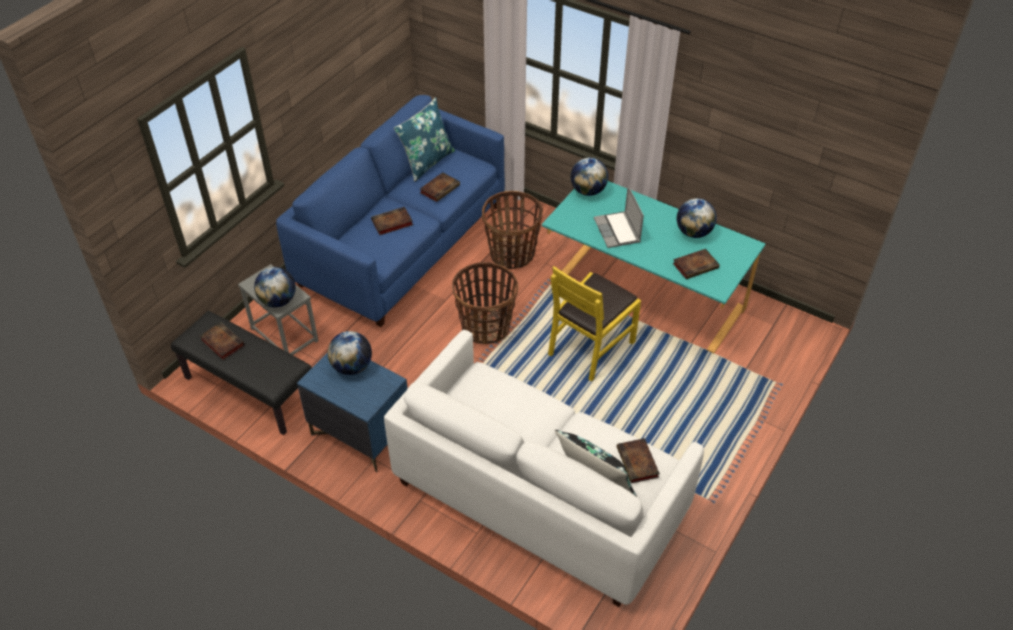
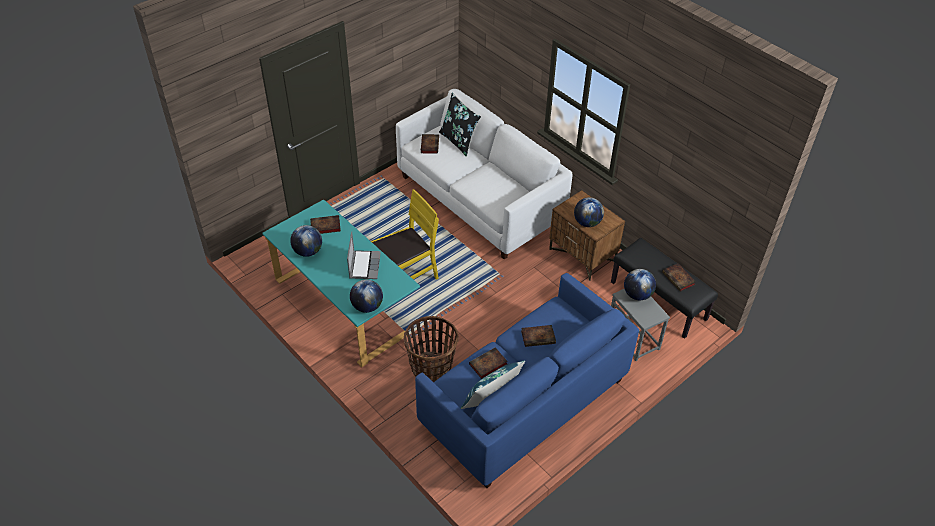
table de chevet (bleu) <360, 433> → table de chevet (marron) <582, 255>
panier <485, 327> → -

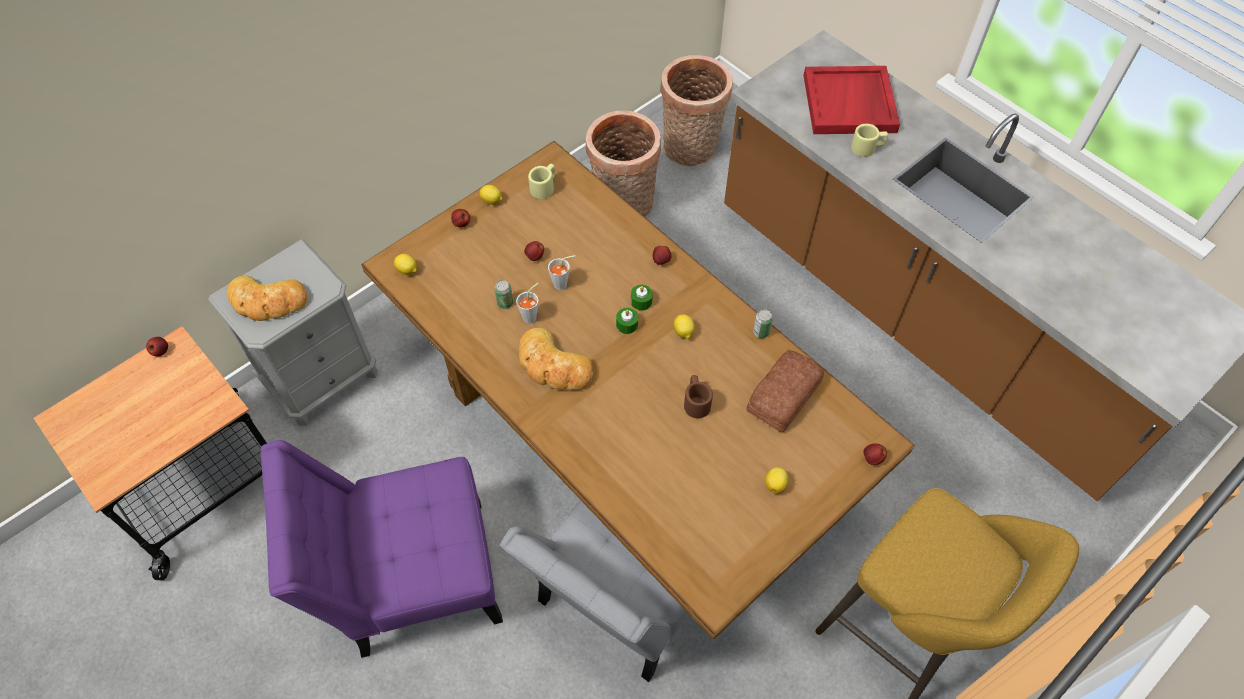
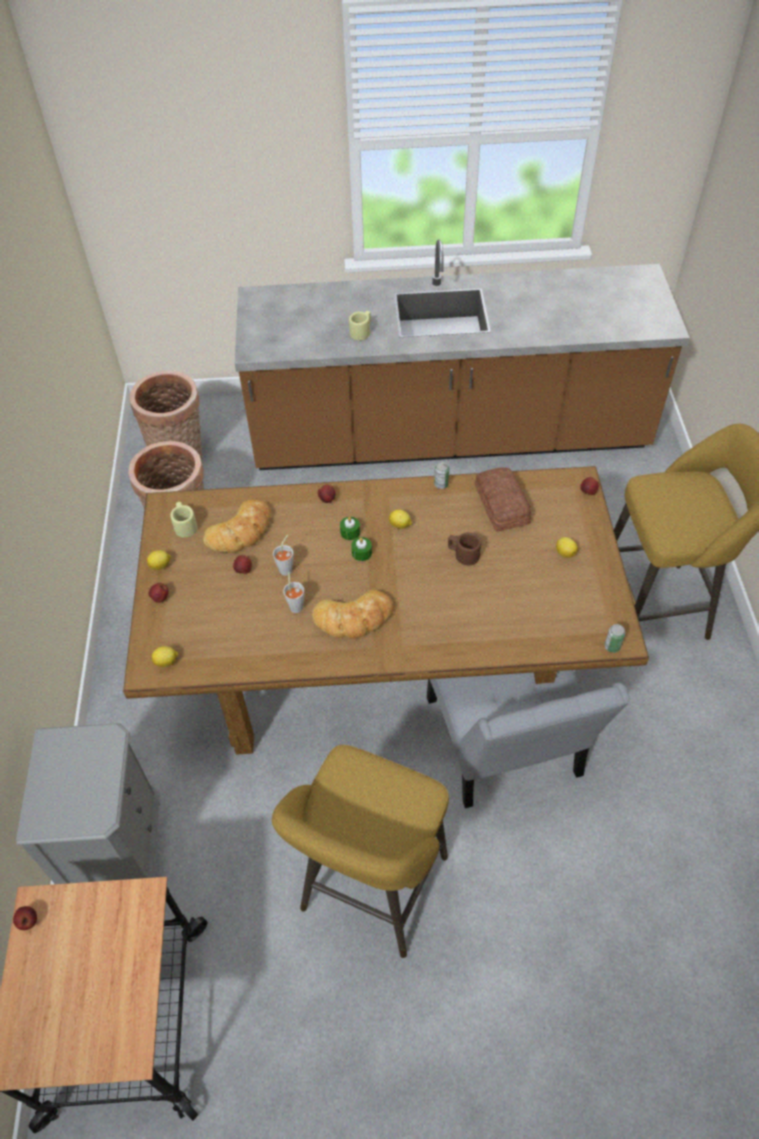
pain <268, 302> → pain <241, 532>, moved
chaise (violet) <411, 577> → tabouret (jaune) <370, 891>
boîte métallique <505, 303> → boîte métallique <612, 646>, moved
plateau (rouge) <850, 104> → -

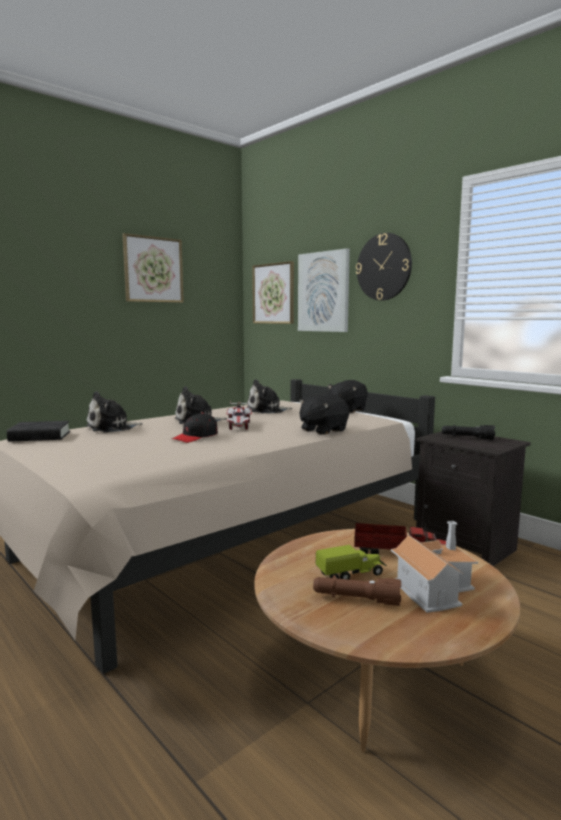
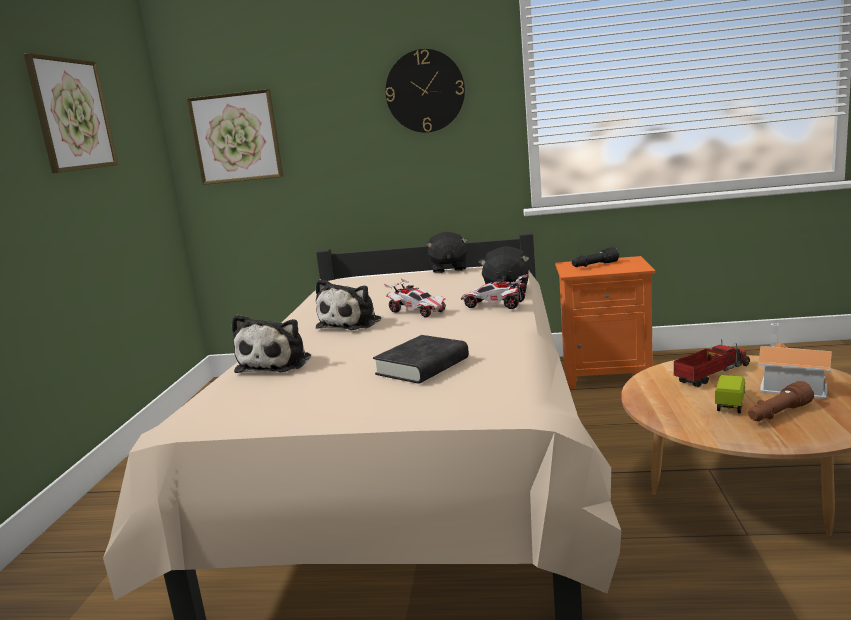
livre (noir) <40, 436> → livre (noir) <422, 366>, moved
casquette (noir) <195, 437> → -
peluche <267, 410> → -
tableau <323, 292> → -
table de chevet (noir) <467, 546> → table de chevet (orange) <607, 374>
- → petite voiture <495, 305>

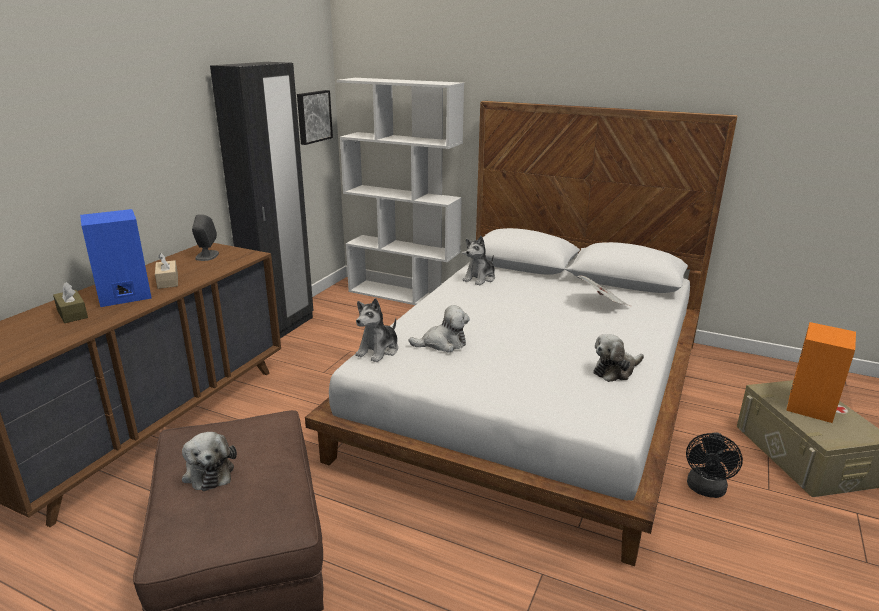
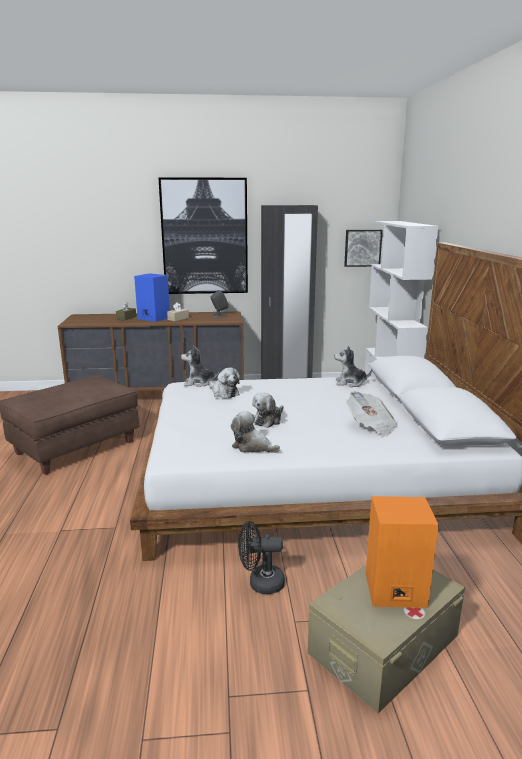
peluche <208, 471> → peluche <268, 420>, moved
- → tableau <204, 237>

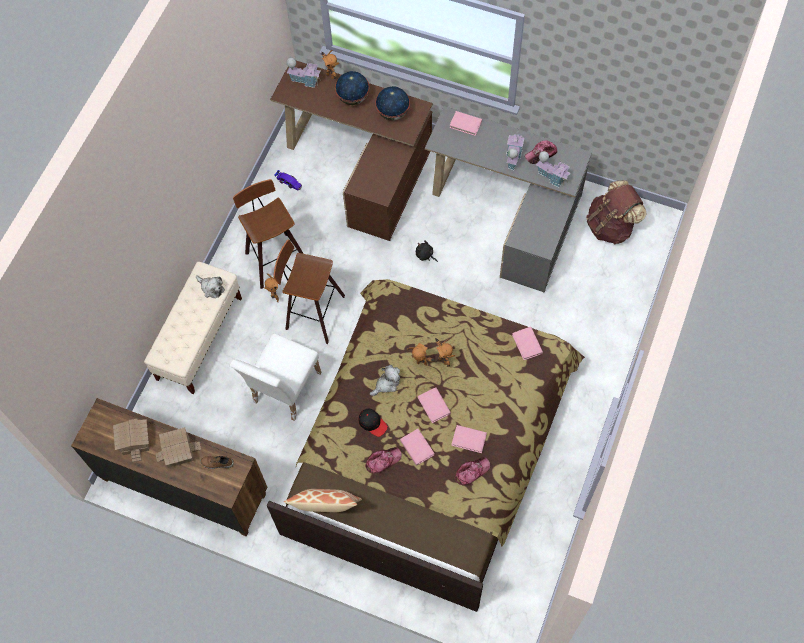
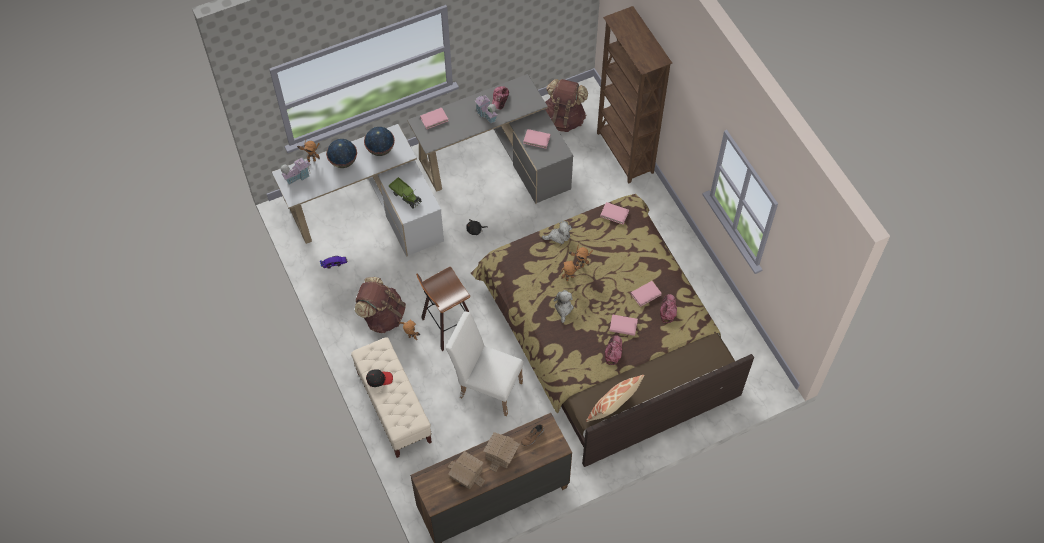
peluche <211, 288> → peluche <558, 236>, moved
chaise (blanc) <284, 392> → chaise (blanc) <486, 387>, 135 degrees clockwise
tabouret <275, 258> → sac à dos (marron) <382, 316>
bureau (marron) <363, 165> → bureau (blanc) <370, 211>
casquette (noir) <372, 423> → casquette (noir) <379, 379>, moved
livre (rose) <434, 405> → livre (rose) <536, 139>, moved
maison miniature <552, 176> → -
- → camion jouet <405, 196>
- → bibliothèque (marron) <624, 153>

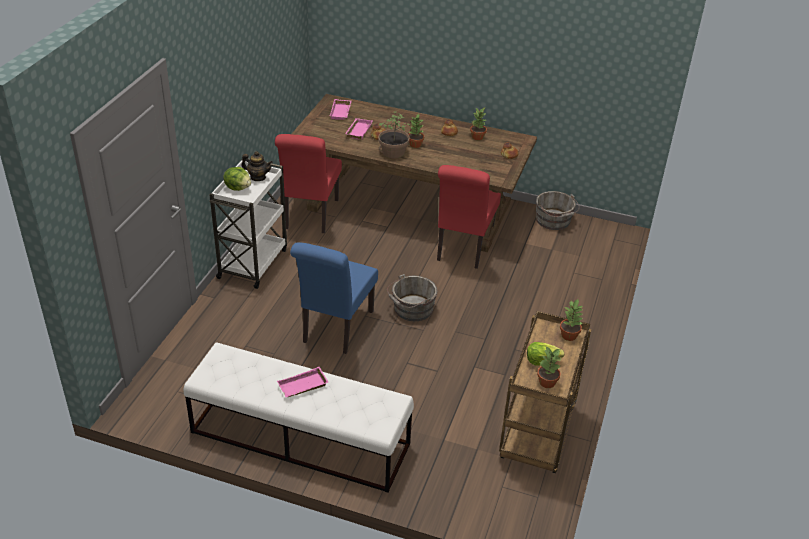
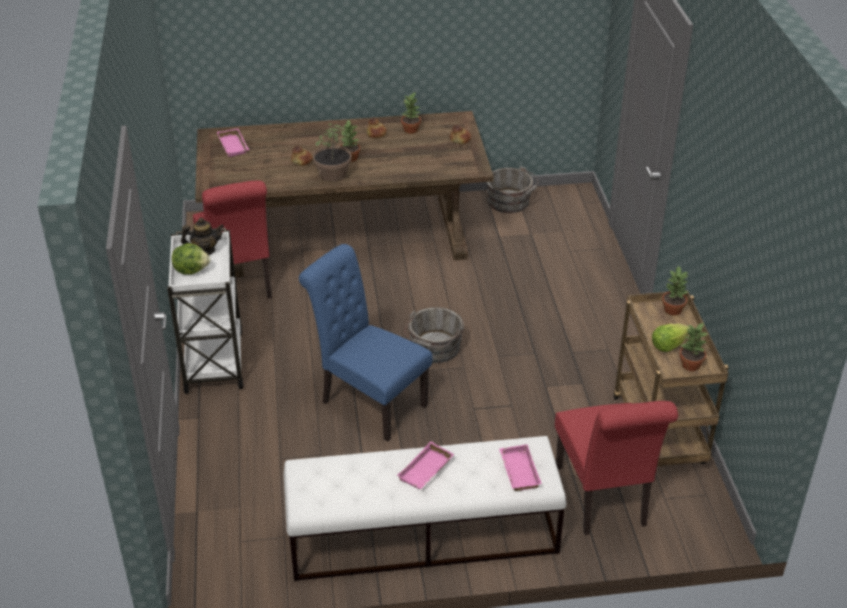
chaise (bleu) <335, 329> → chaise (bleu) <368, 401>, 135 degrees clockwise
plateau (rose) <358, 130> → plateau (rose) <517, 471>, moved
chaise (rouge) <463, 249> → chaise (rouge) <603, 500>, moved

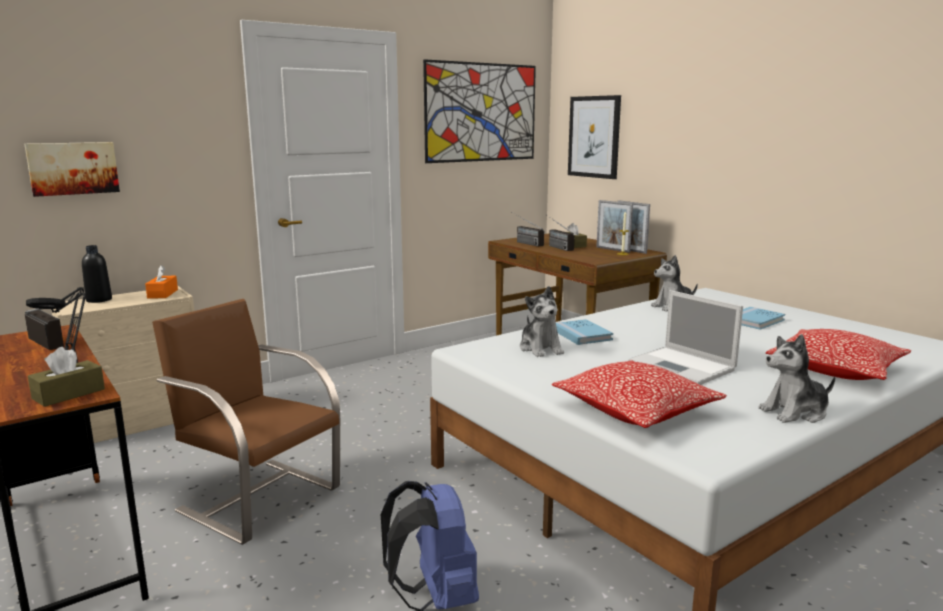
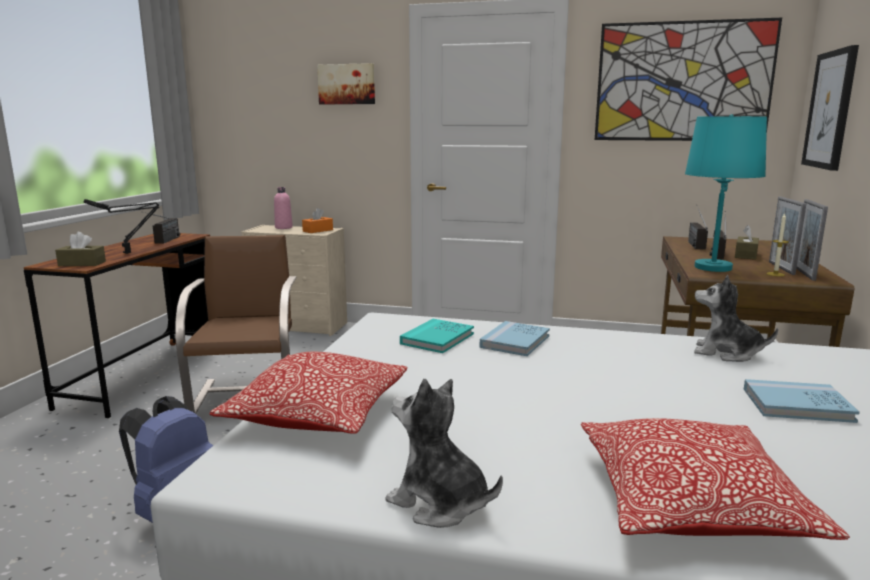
tableau <73, 168> → tableau <347, 84>, moved
bouteille (noir) <99, 300> → bouteille (rose) <283, 227>
peluche <540, 349> → livre (turquoise) <437, 339>
ordinateur portable <683, 366> → -
- → lampe de table (turquoise) <713, 267>

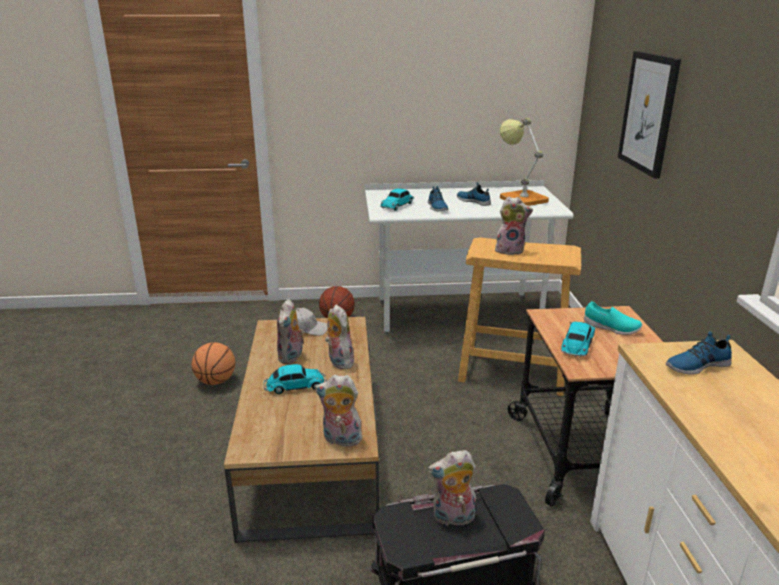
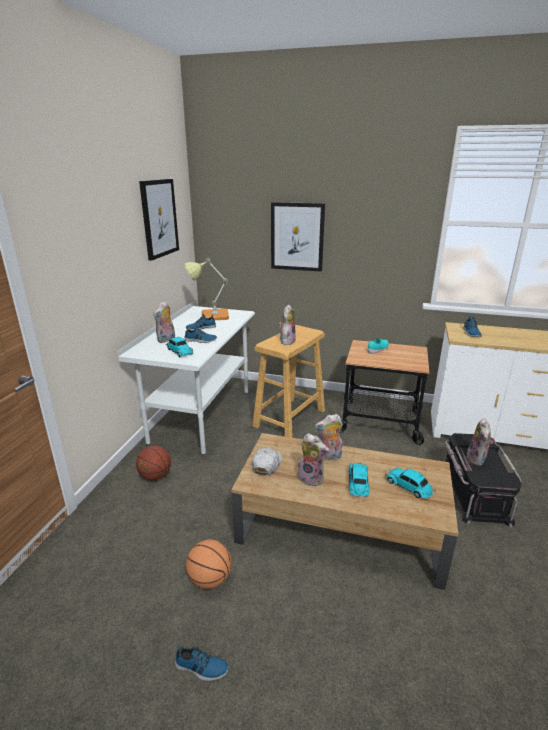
peluche <340, 440> → peluche <166, 340>, moved
petite voiture <577, 345> → petite voiture <409, 487>, moved
- → tableau <159, 218>
- → chaussure <201, 667>

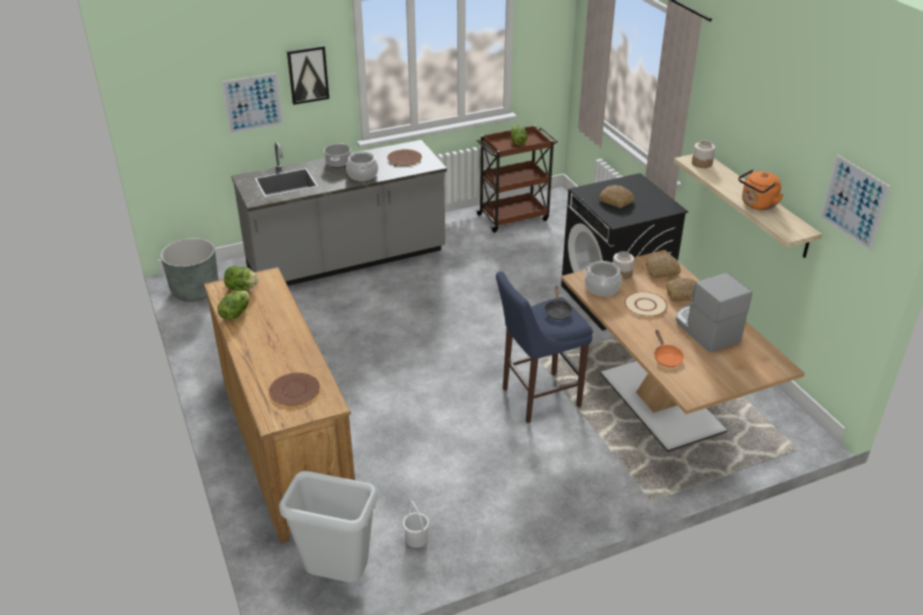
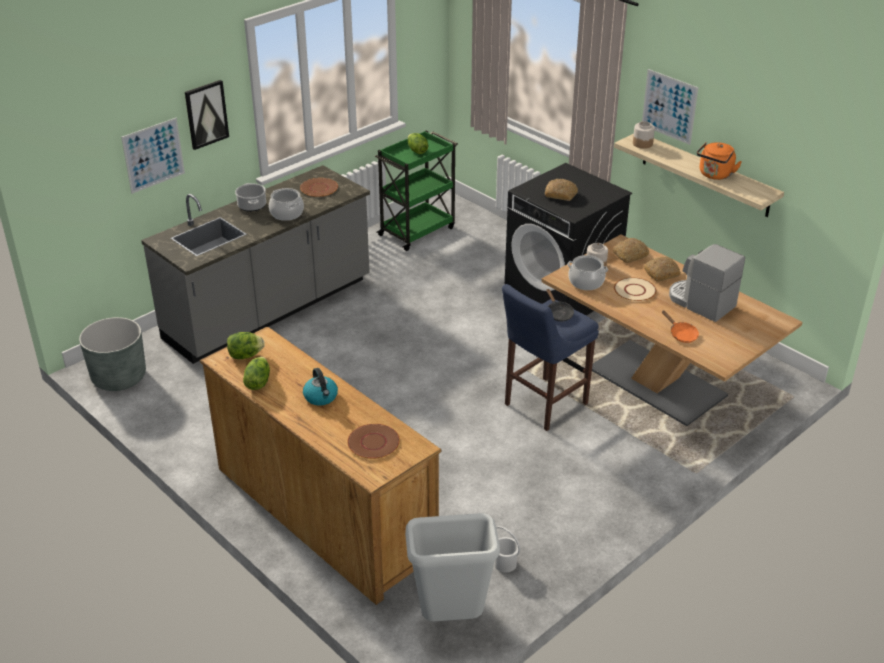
chariot (marron) <514, 217> → chariot (vert) <417, 231>
tableau <854, 202> → tableau <669, 106>, moved
- → bouilloire <321, 397>

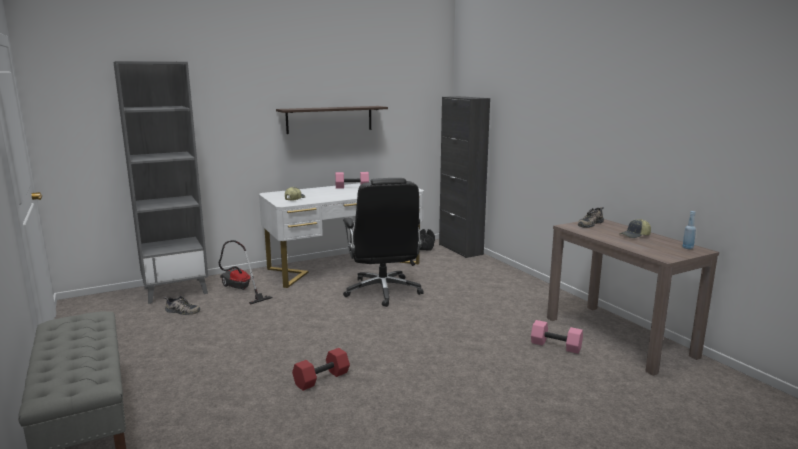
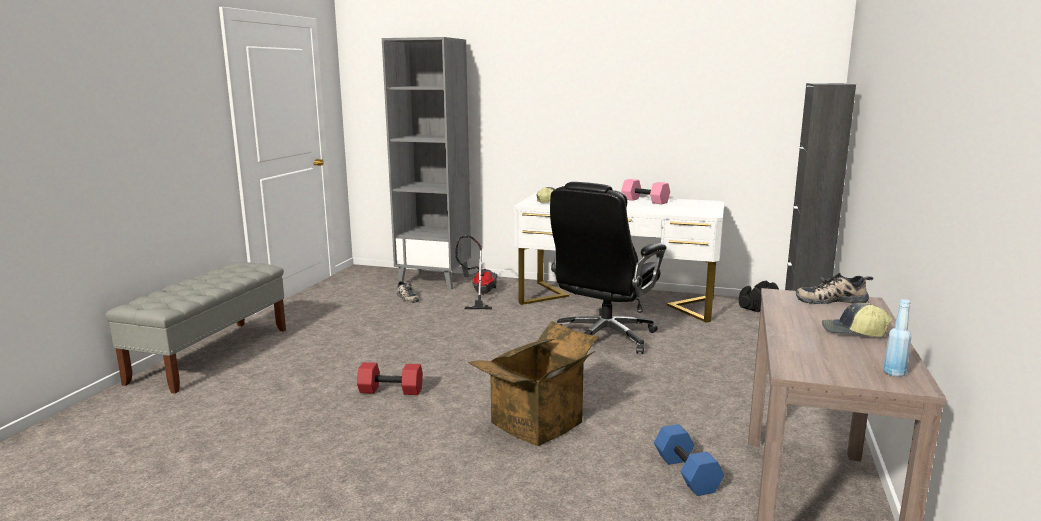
étagère <329, 119> → -
haltère (rose) <556, 345> → haltère (bleu) <687, 473>
- → carton <538, 425>

